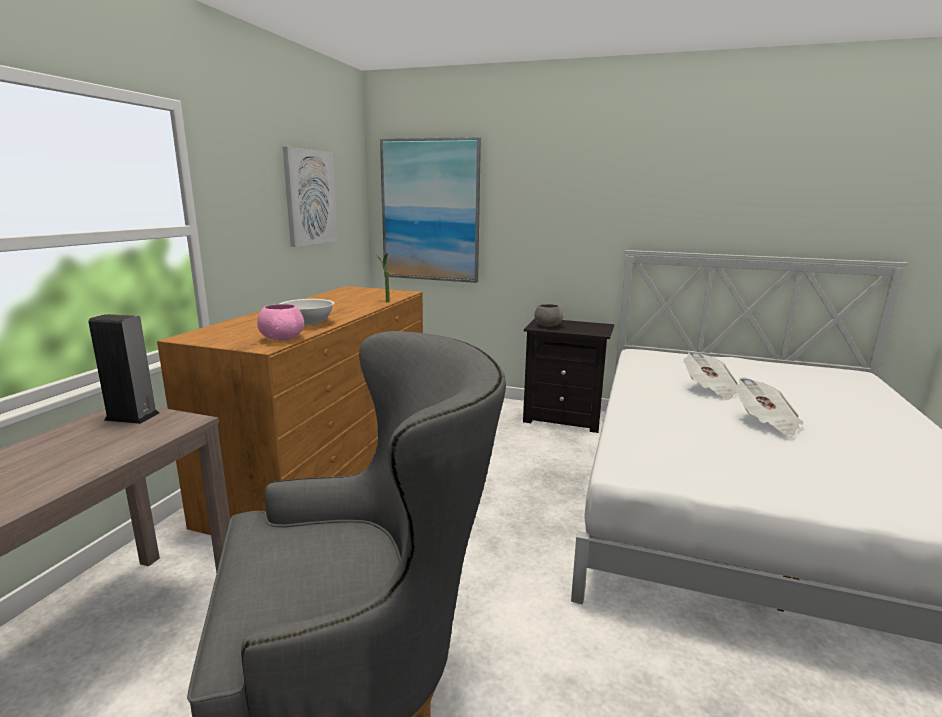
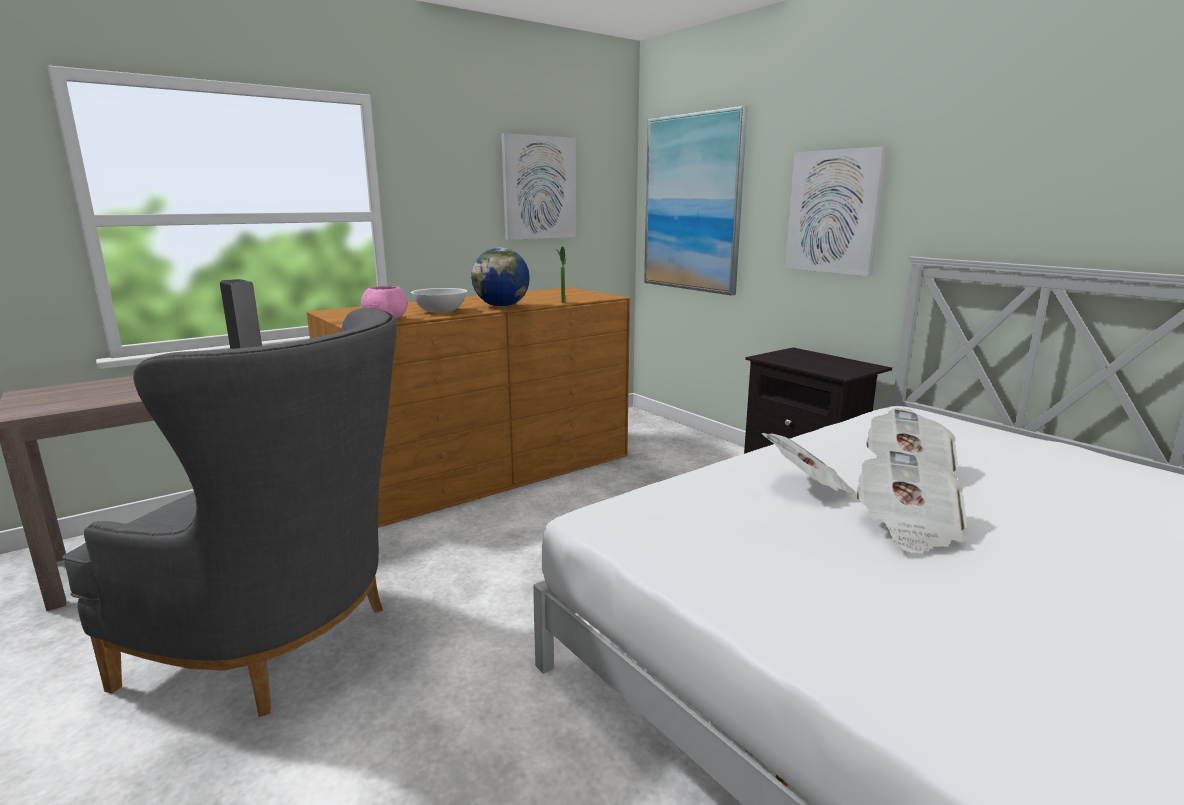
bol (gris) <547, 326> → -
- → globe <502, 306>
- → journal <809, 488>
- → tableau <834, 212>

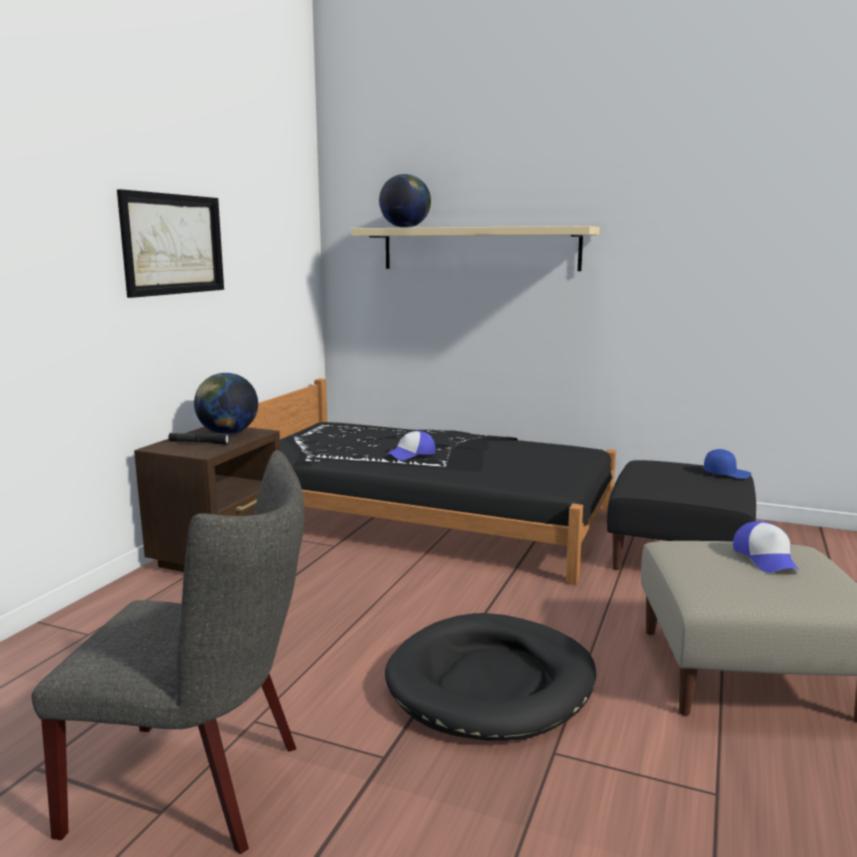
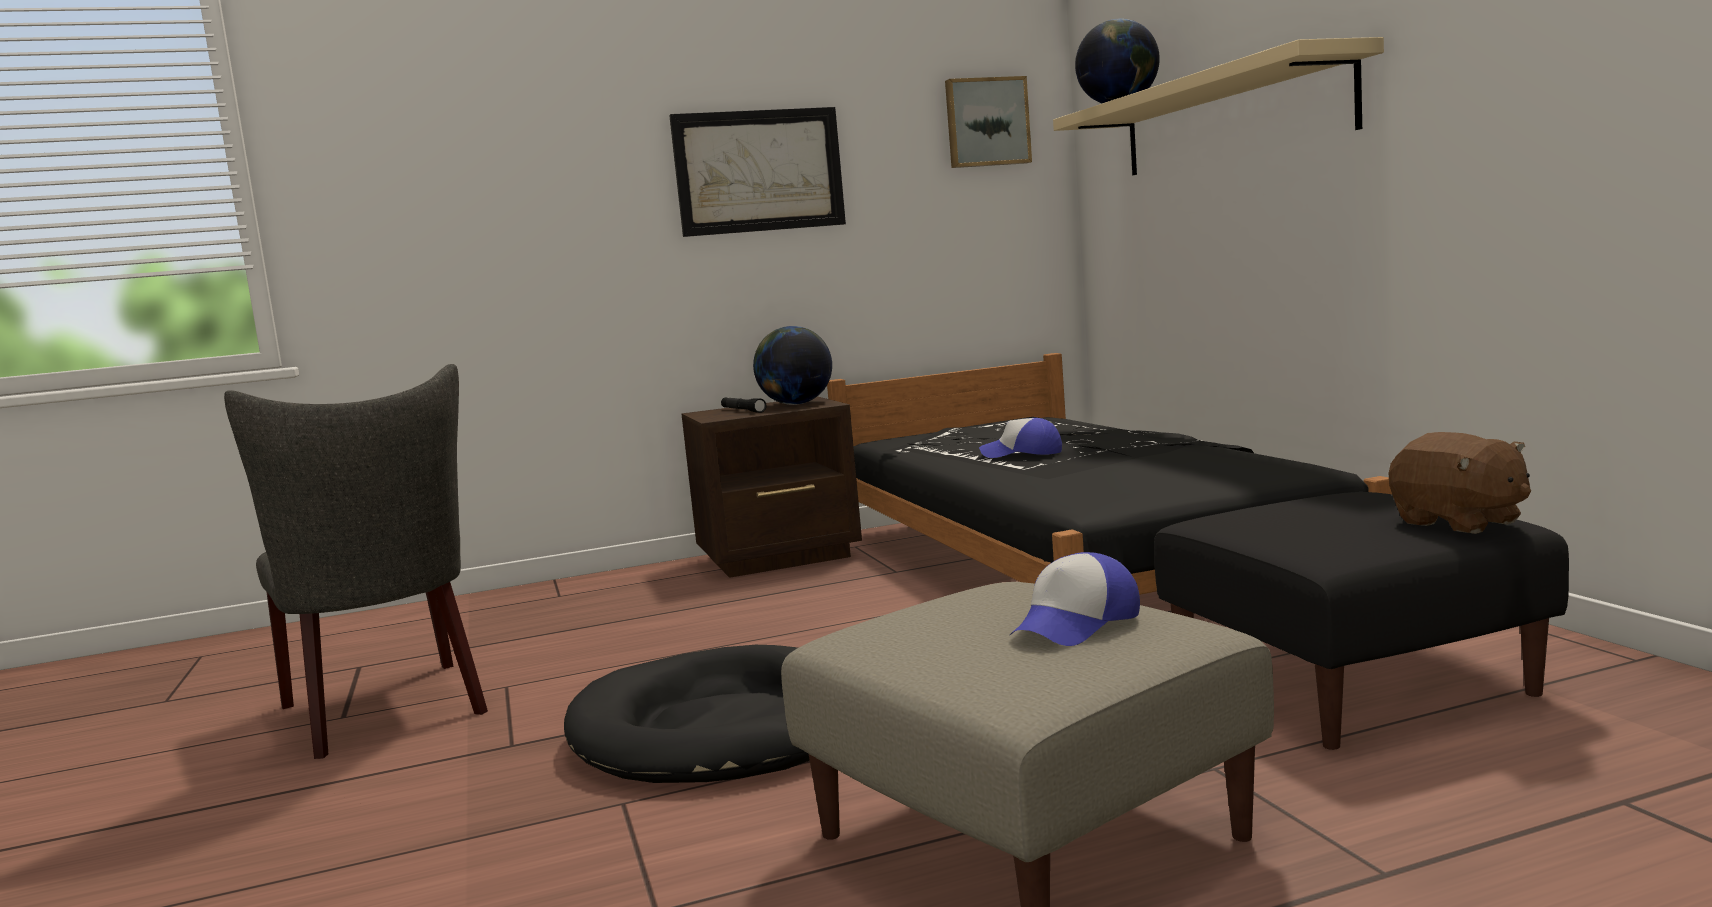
casquette (bleu) <726, 473> → peluche (marron) <1459, 522>
- → tableau <986, 122>

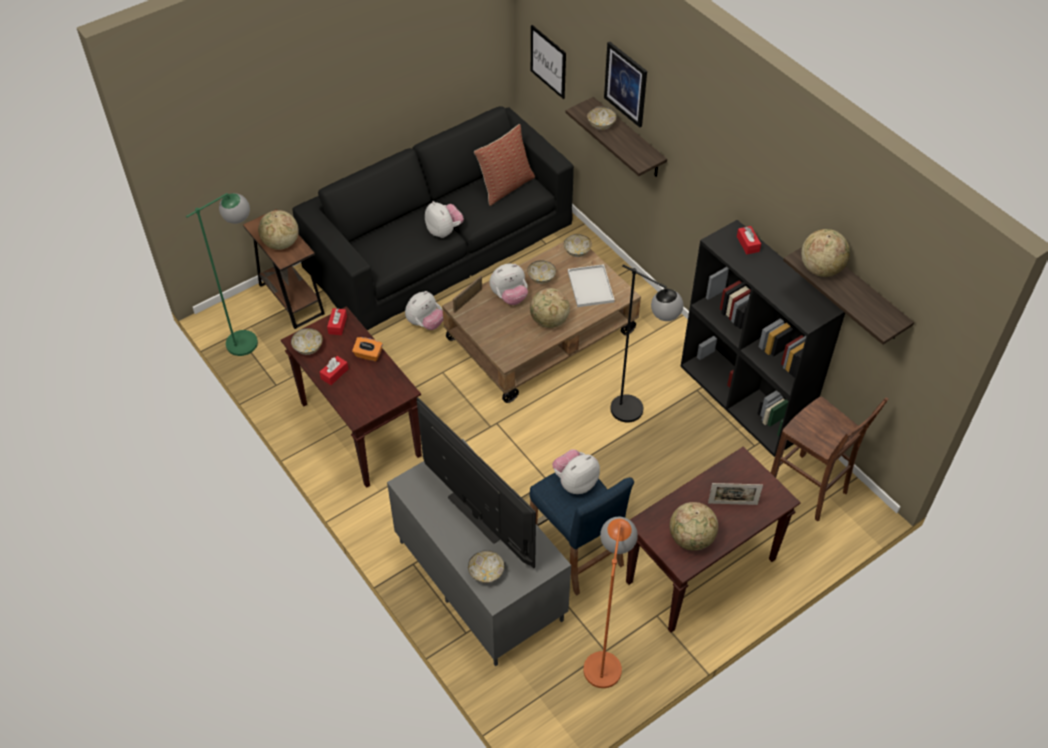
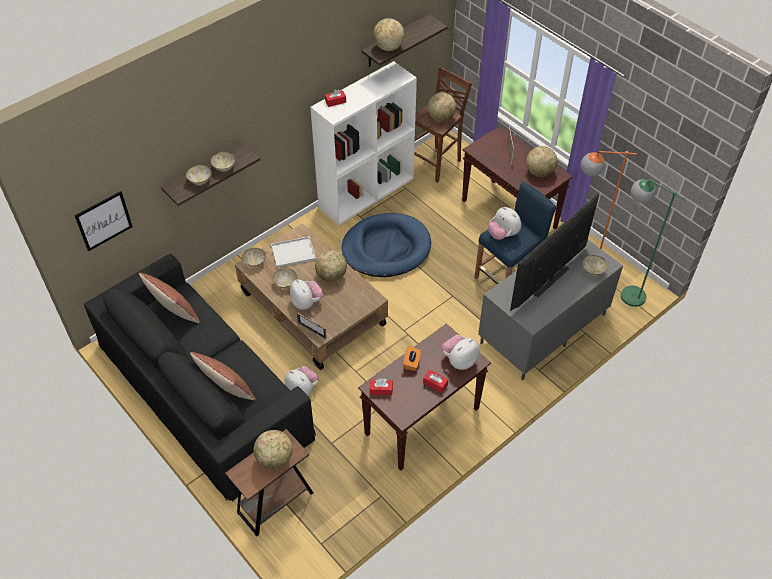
lampadaire (vert) <251, 337> → lampadaire (vert) <625, 292>, moved
bol <308, 349> → bol <224, 167>, moved
peluche <444, 231> → peluche <459, 360>, moved
tableau <626, 84> → -
lampadaire (noir) <637, 414> → panier pour chien (bleu) <386, 248>
bibliothèque (noir) <744, 400> → bibliothèque (blanc) <366, 192>
- → coussin <227, 391>
- → globe <441, 118>

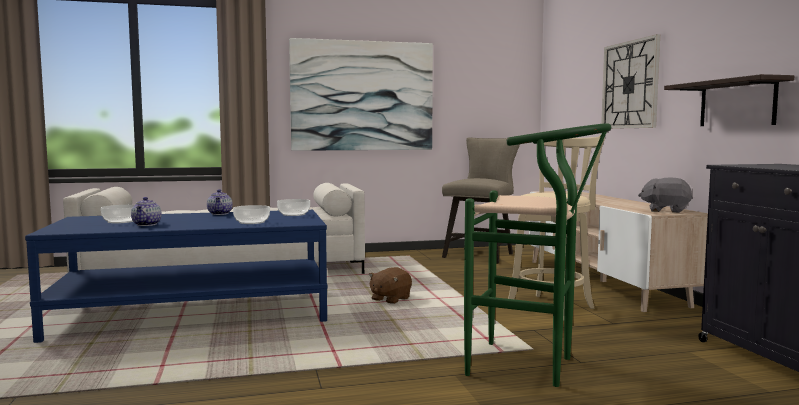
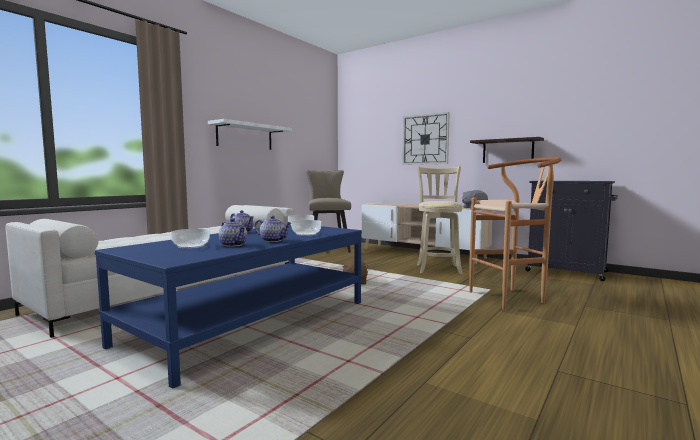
tableau <362, 96> → étagère (blanc) <245, 136>
tabouret (vert) <531, 367> → tabouret (marron) <512, 297>
- → théière <273, 240>

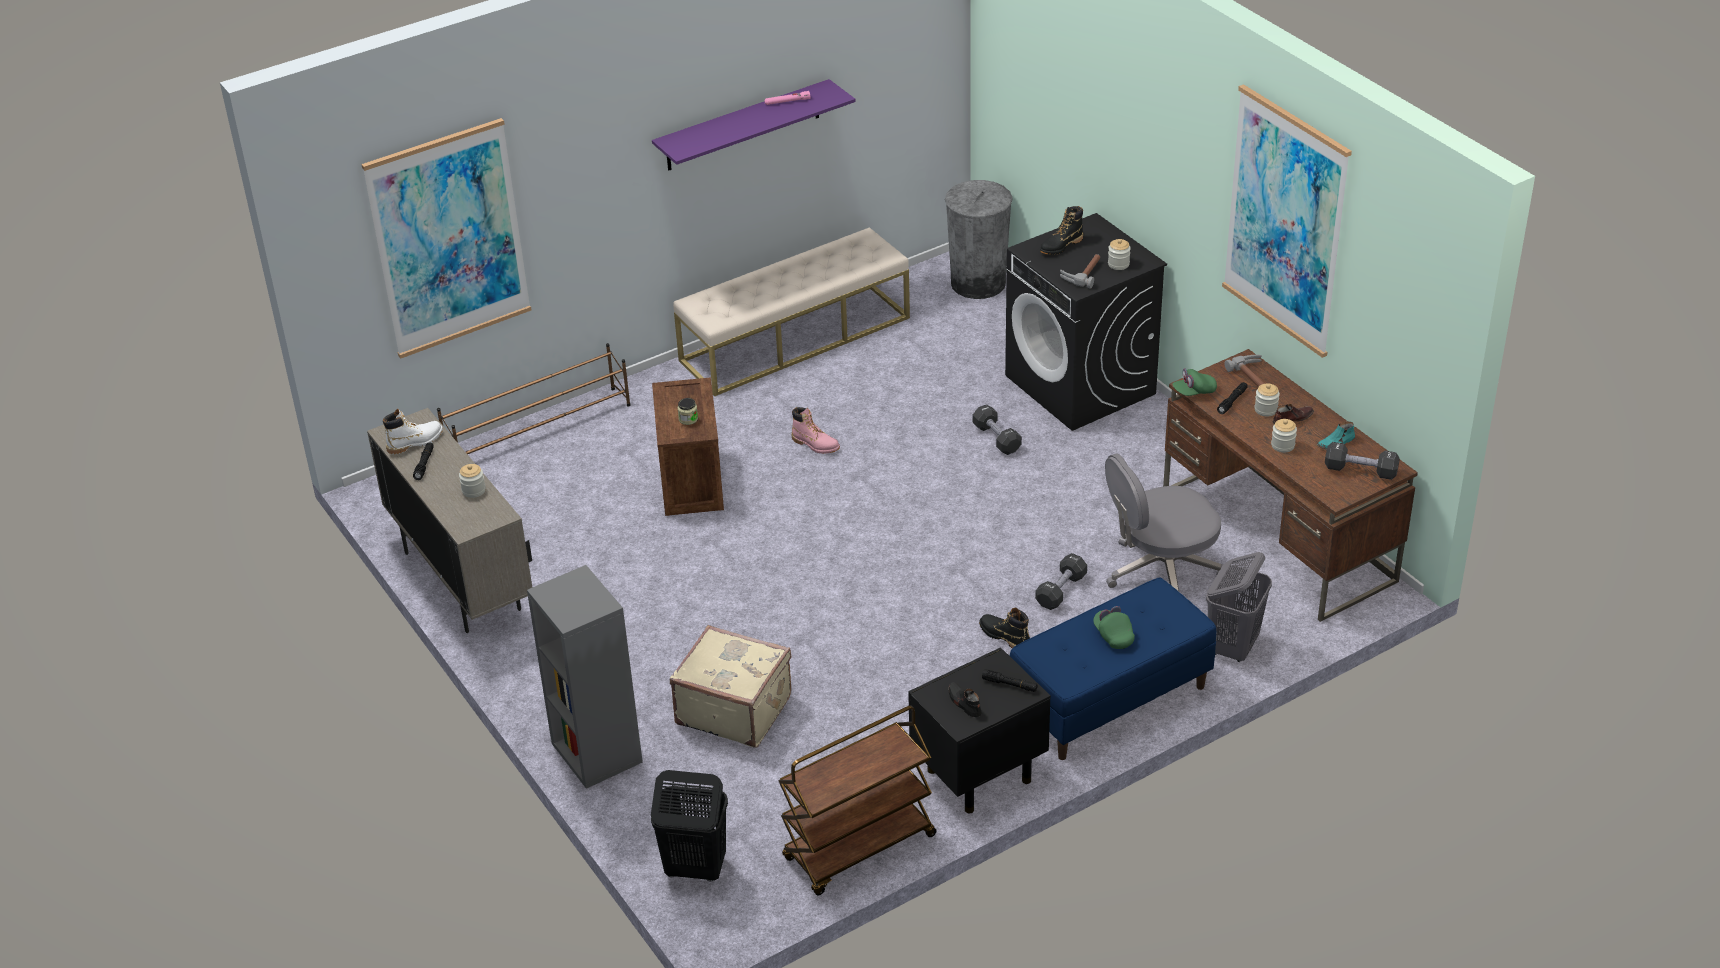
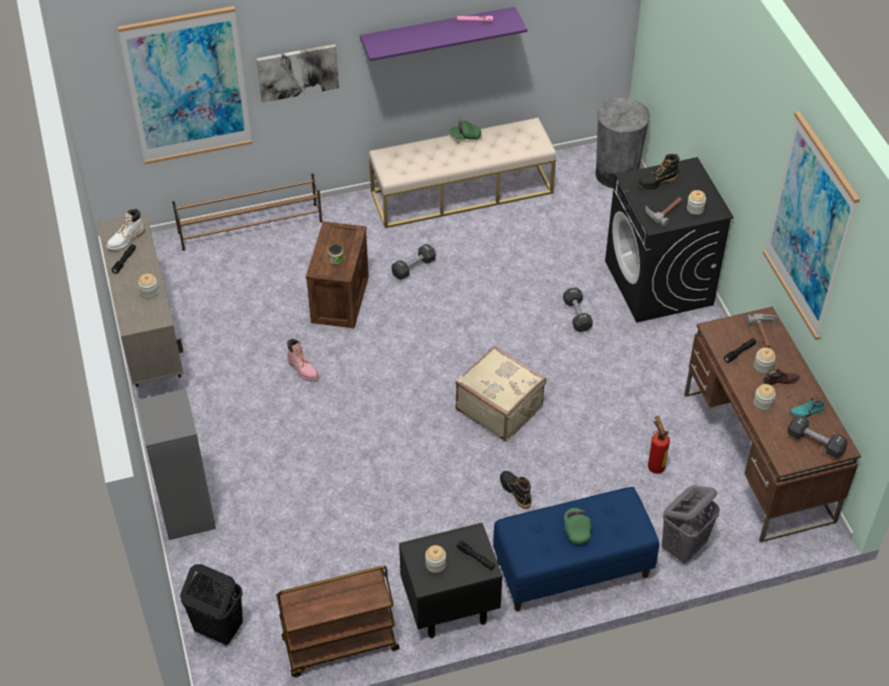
botte (blanc) <415, 442> → botte (blanc) <126, 240>, 150 degrees clockwise
valise (beige) <734, 709> → valise (beige) <499, 407>, moved
botte (rose) <815, 445> → botte (rose) <303, 369>, moved
chaussure (noir) <964, 703> → bocal <435, 564>
haltère (noir) <1061, 590> → haltère (noir) <413, 267>, moved
chaise de bureau (gris) <1161, 572> → extincteur <655, 465>
casquette (vert) <1194, 392> → casquette (vert) <465, 136>, moved
- → tableau <298, 72>

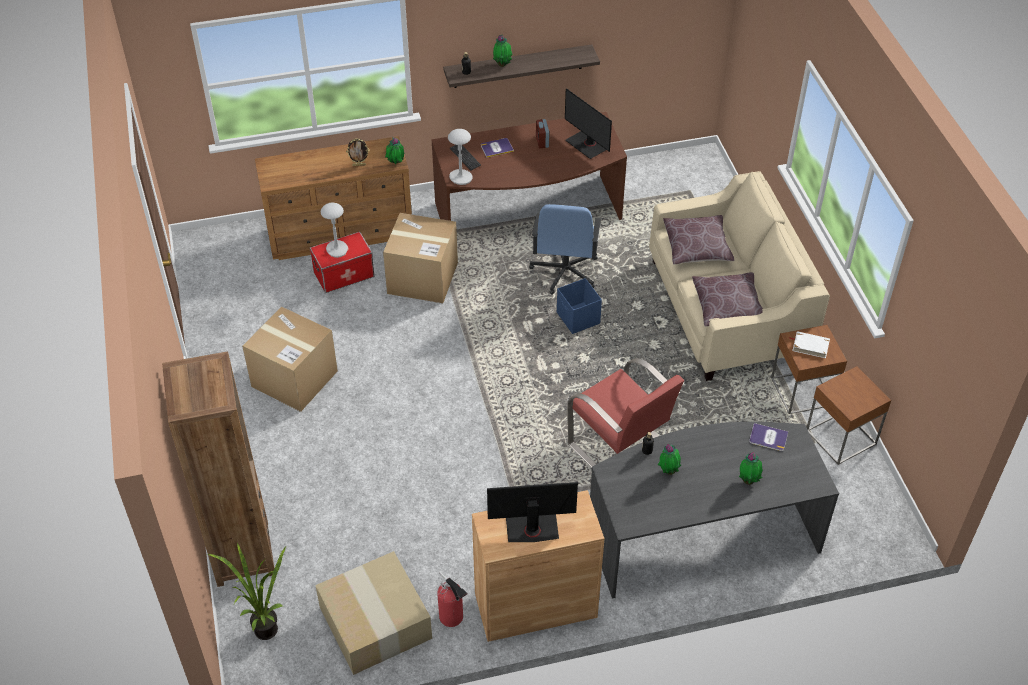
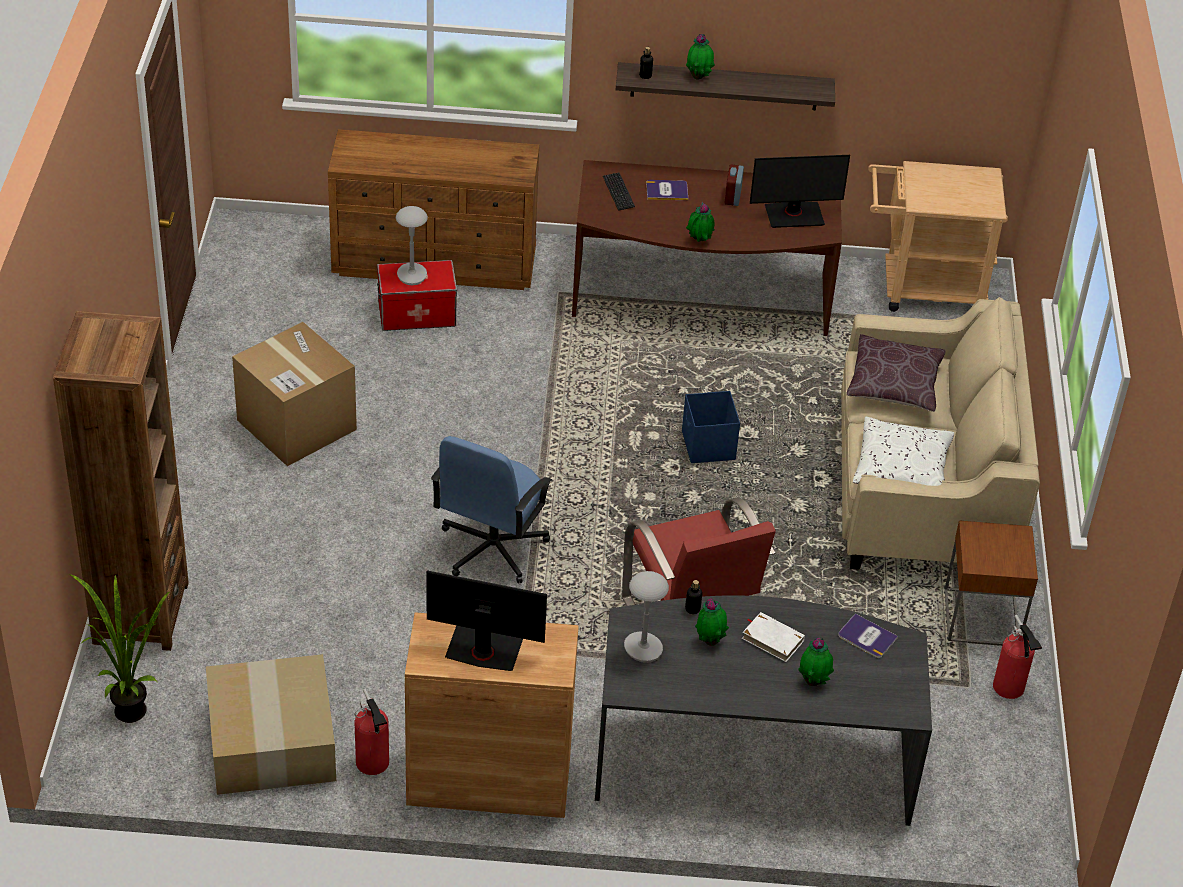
cadre photo <359, 165> → -
carton <422, 278> → -
plante en pot <395, 164> → plante en pot <699, 242>, moved
lampe de table (gris) <460, 178> → lampe de table (gris) <642, 648>, moved
chaise de bureau (bleu) <564, 272> → chaise de bureau (bleu) <491, 548>, moved
écran d'ordinateur <587, 144> → écran d'ordinateur <794, 215>, 75 degrees counterclockwise
coussin (marron) <727, 307> → coussin (blanc) <901, 470>
livre (blanc) <810, 346> → livre (blanc) <772, 639>, moved
table d'appoint (marron) <841, 437> → extincteur <1009, 689>
- → chariot (beige) <922, 289>

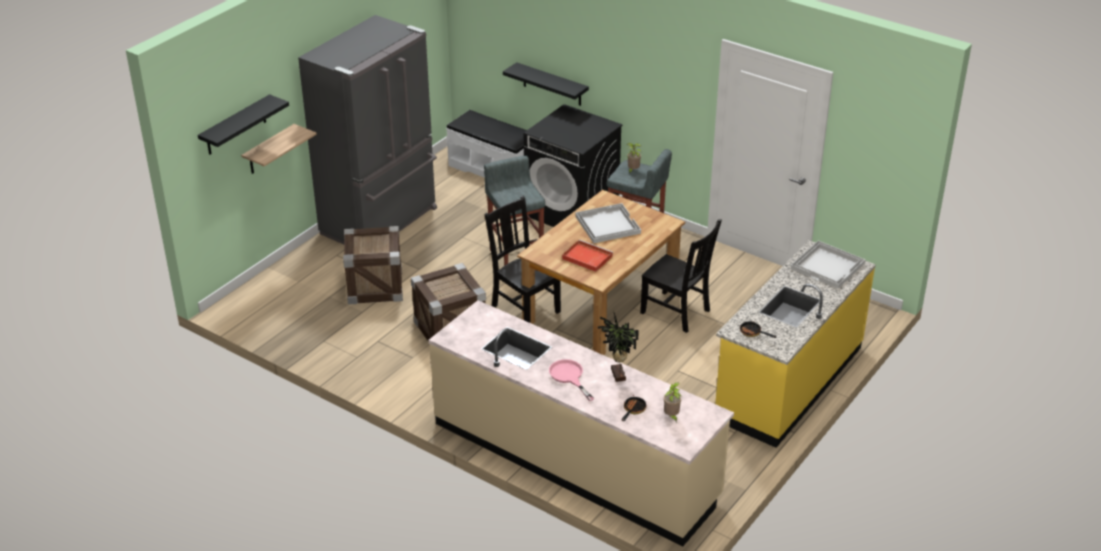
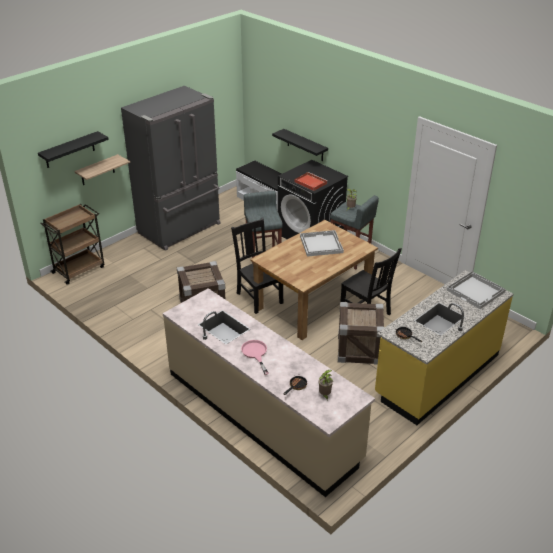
caisse <375, 286> → caisse <359, 349>, moved
plateau (rouge) <586, 257> → plateau (rouge) <310, 182>, moved
plante en pot <617, 375> → -
- → chariot (marron) <79, 269>

